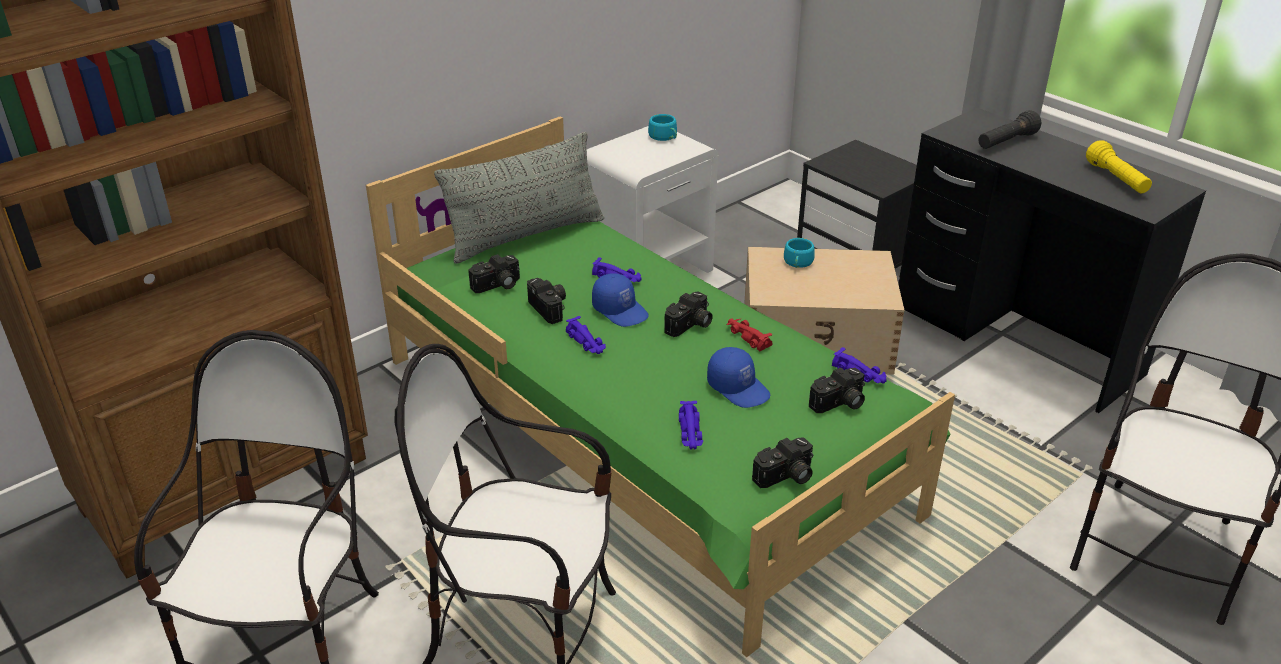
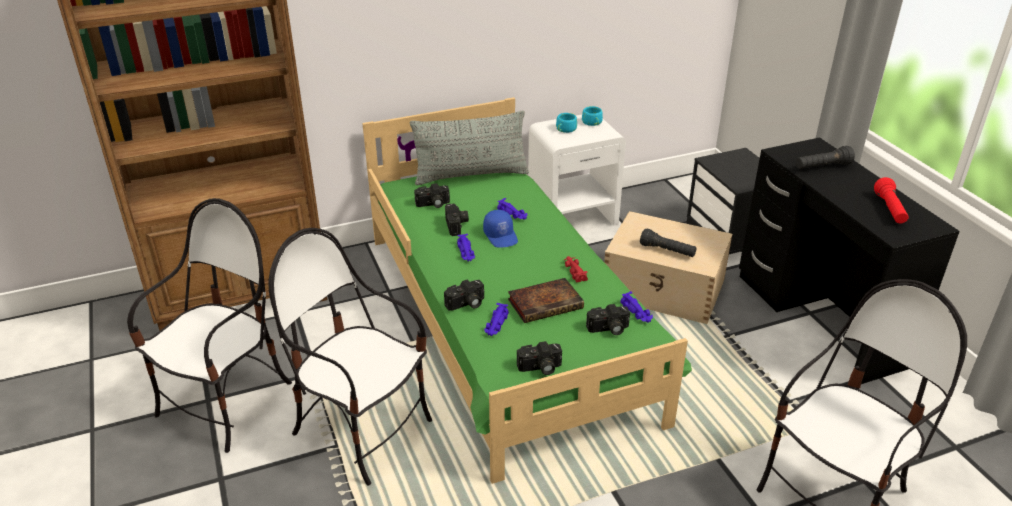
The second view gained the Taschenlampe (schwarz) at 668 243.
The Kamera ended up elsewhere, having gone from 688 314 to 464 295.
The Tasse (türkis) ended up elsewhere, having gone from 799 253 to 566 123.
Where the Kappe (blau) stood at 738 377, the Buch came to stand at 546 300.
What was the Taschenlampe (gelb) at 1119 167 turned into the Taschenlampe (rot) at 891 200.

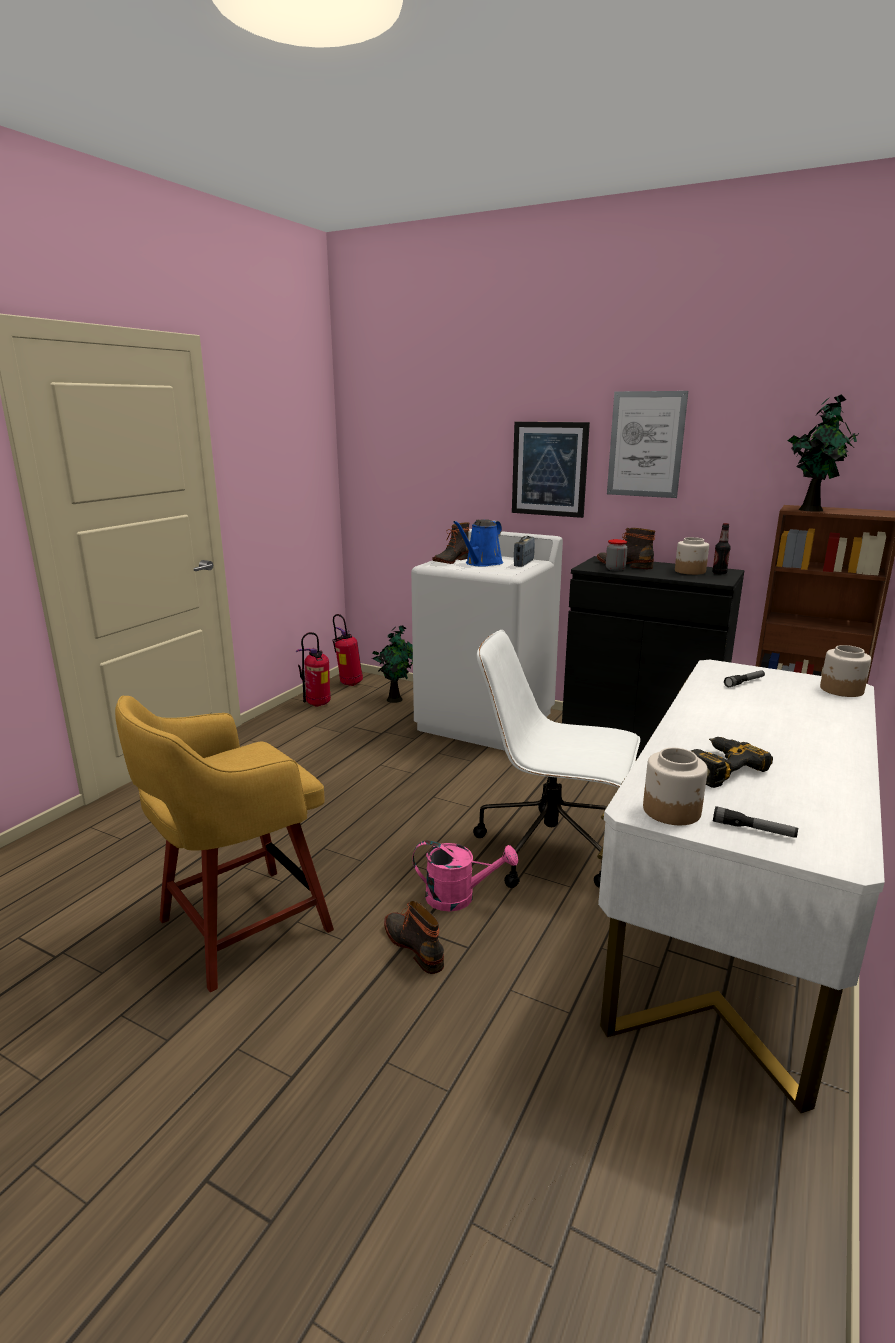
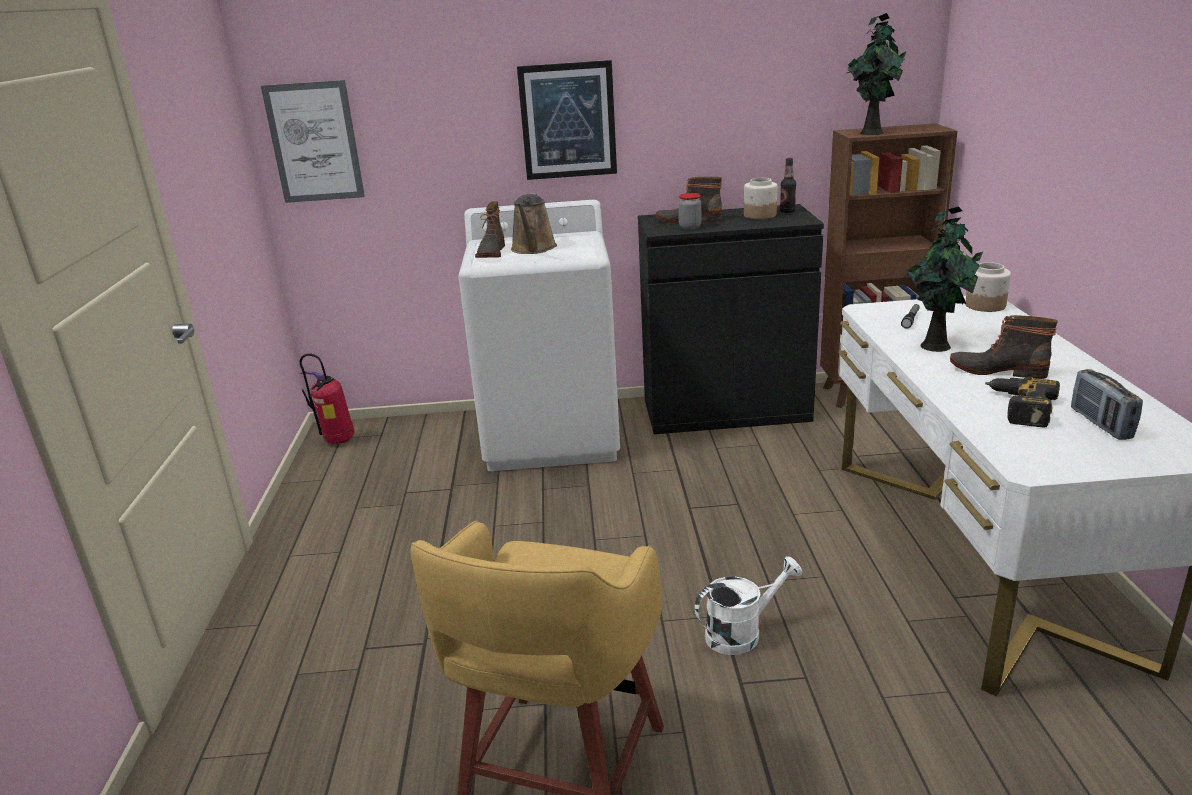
The second view lost the Feuerlöscher at 313 669.
The second view lost the Bürostuhl (weiß) at 556 759.
The second view lost the Vorratsglas at 675 786.
The second view lost the Taschenlampe at 755 822.
The Topfpflanze ended up elsewhere, having gone from 392 664 to 943 279.
The Stiefel ended up elsewhere, having gone from 414 937 to 1004 347.
The Radio ended up elsewhere, having gone from 524 551 to 1107 404.
The Bild ended up elsewhere, having gone from 647 444 to 313 141.
What was the Gießkanne (rosa) at 465 876 turned into the Gießkanne (weiß) at 748 605.
What was the Gießkanne (blau) at 478 543 turned into the Gießkanne (braun) at 534 223.

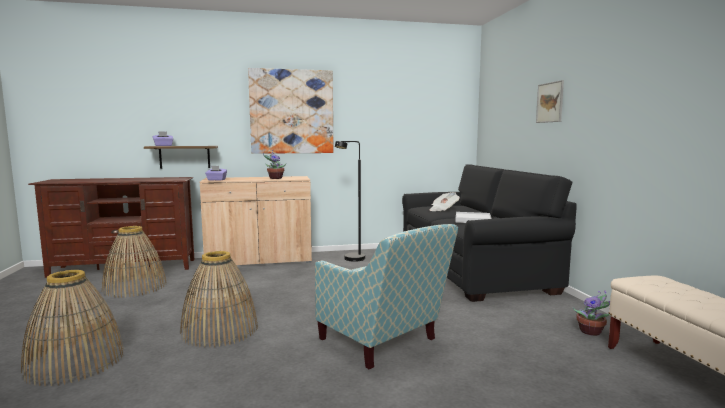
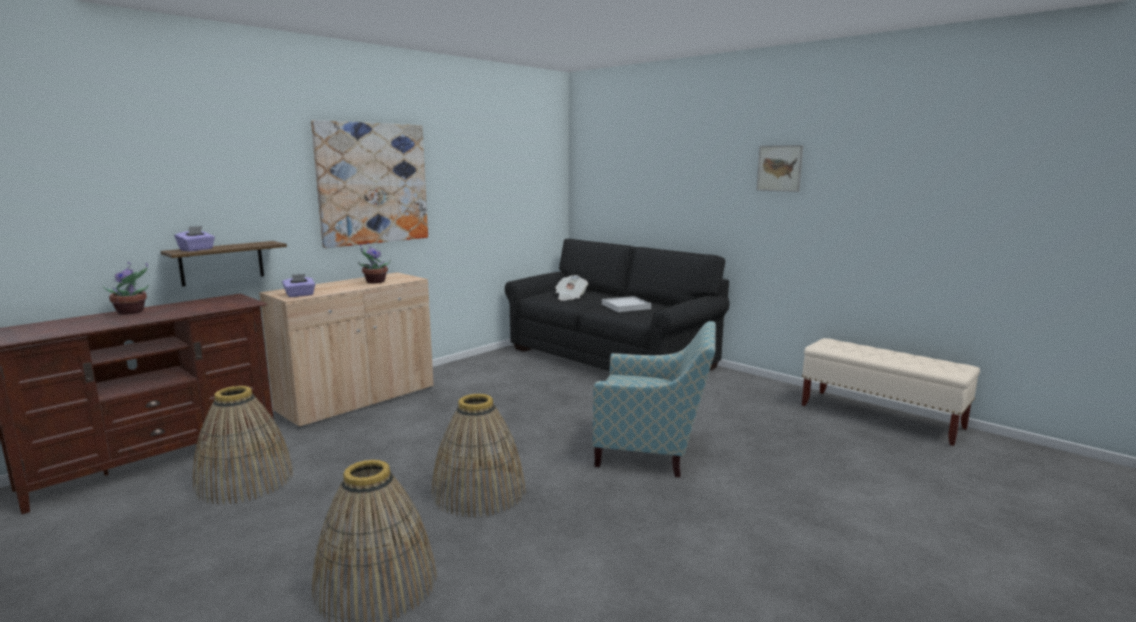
The second view lost the Stehlampe (schwarz) at 350 201.
The Bild ended up elsewhere, having gone from 550 101 to 780 168.
The Topfpflanze ended up elsewhere, having gone from 591 313 to 126 288.

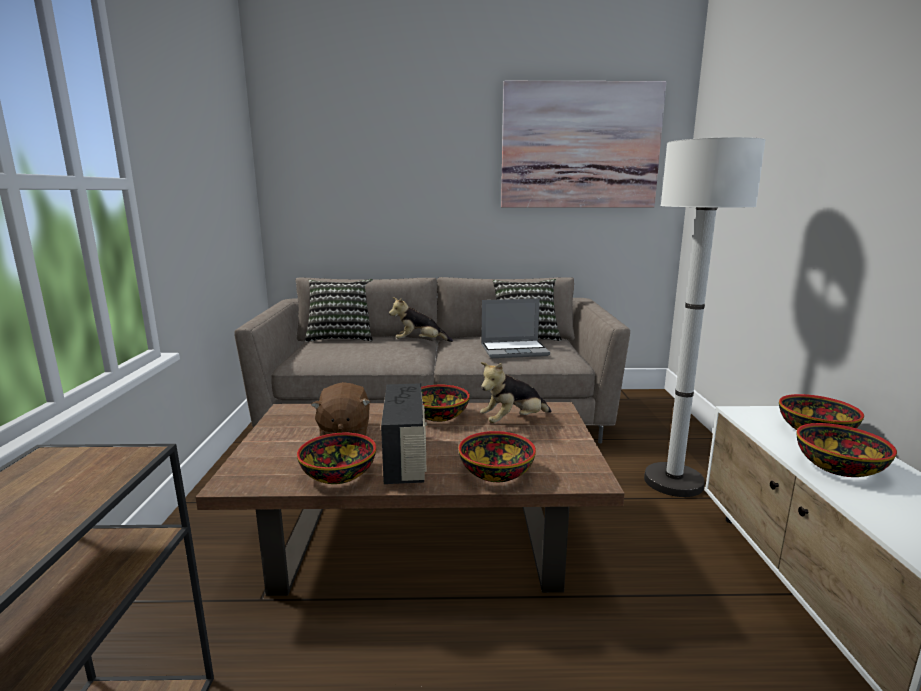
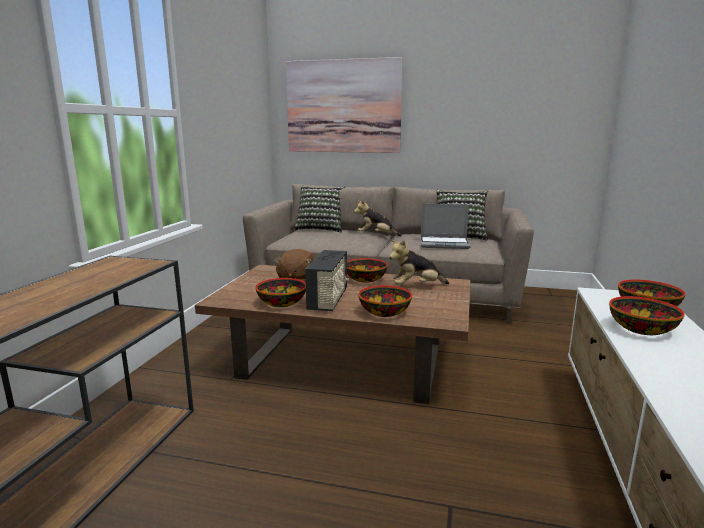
The second view lost the Stehlampe (weiß) at 705 317.
The Bild ended up elsewhere, having gone from 584 144 to 344 105.

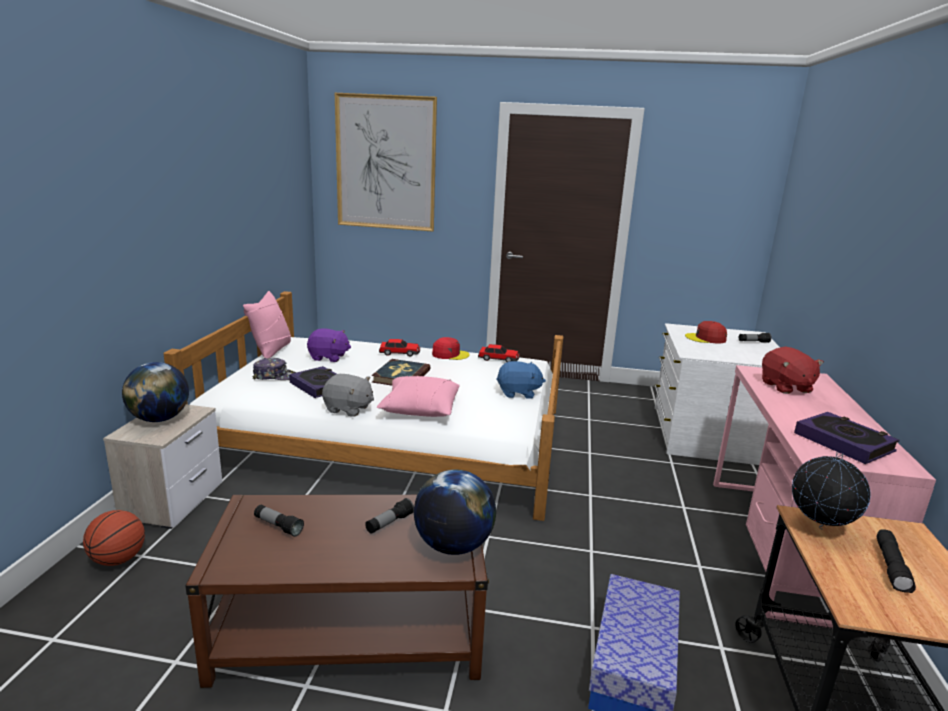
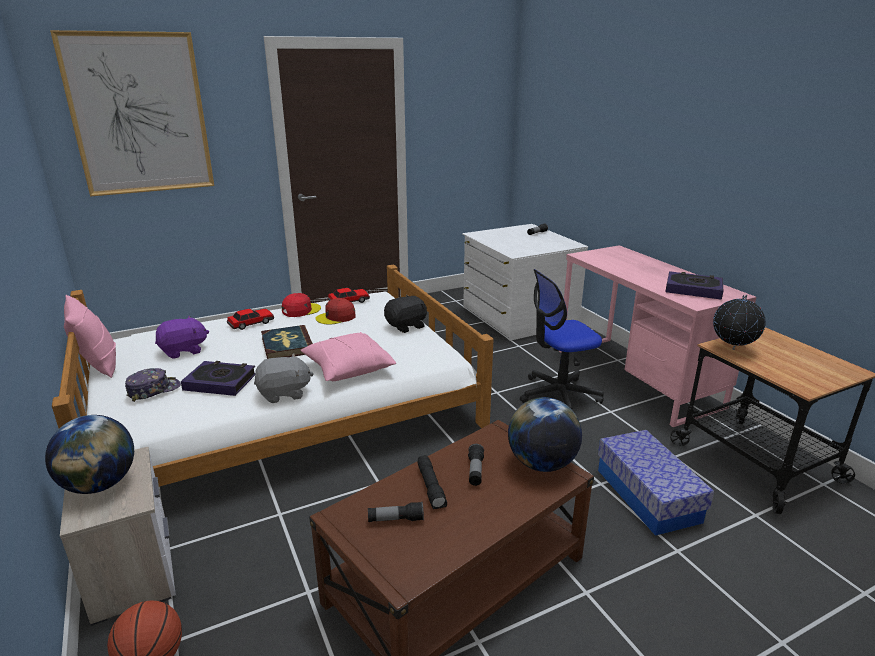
The second view lost the Plüschtier (rot) at 793 370.
The second view gained the Bürostuhl at 562 339.
The Kappe (rot) ended up elsewhere, having gone from 706 332 to 335 311.
The Taschenlampe (schwarz) ended up elsewhere, having gone from 896 561 to 432 482.
What was the Plüschtier (blau) at 521 380 turned into the Plüschtier (schwarz) at 405 314.

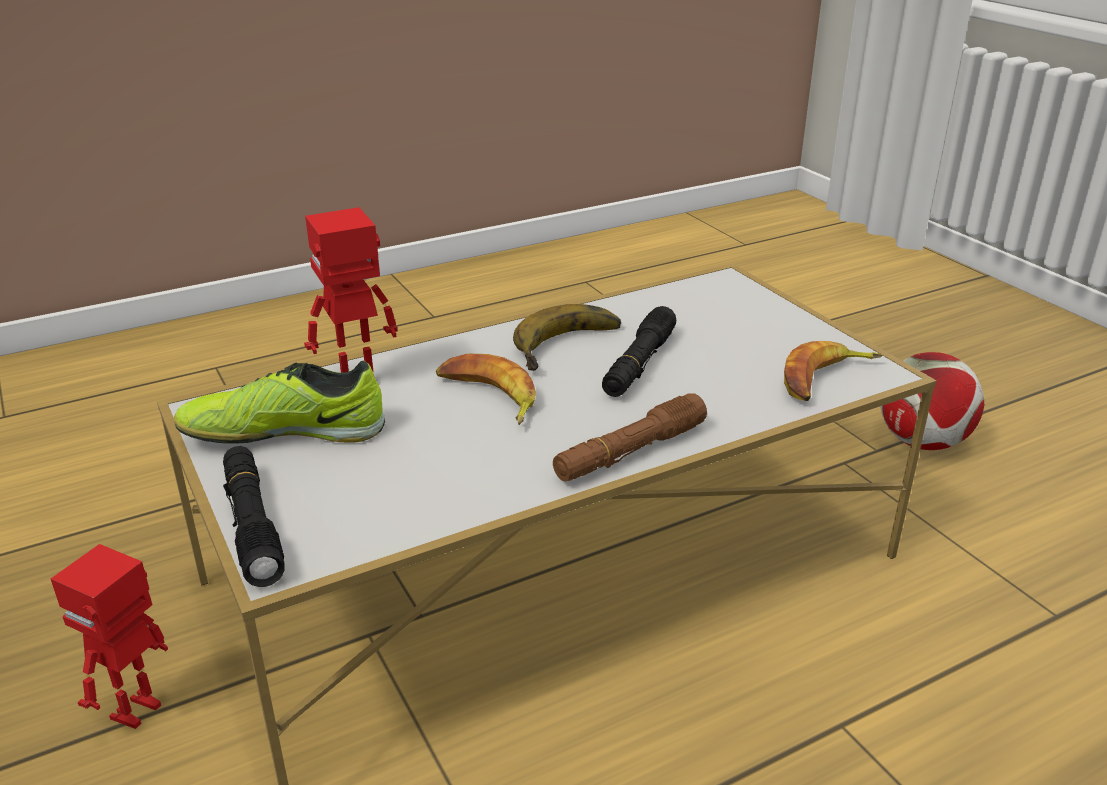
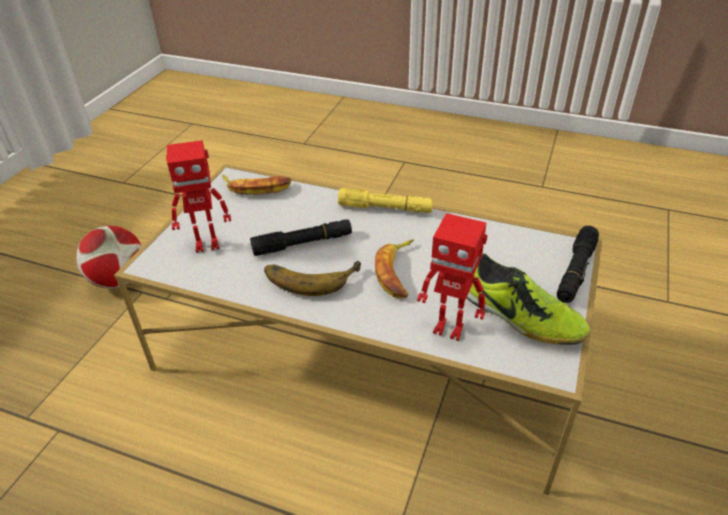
The Spielzeugroboter ended up elsewhere, having gone from 109 636 to 198 196.
What was the Taschenlampe (braun) at 630 437 turned into the Taschenlampe (gelb) at 385 200.

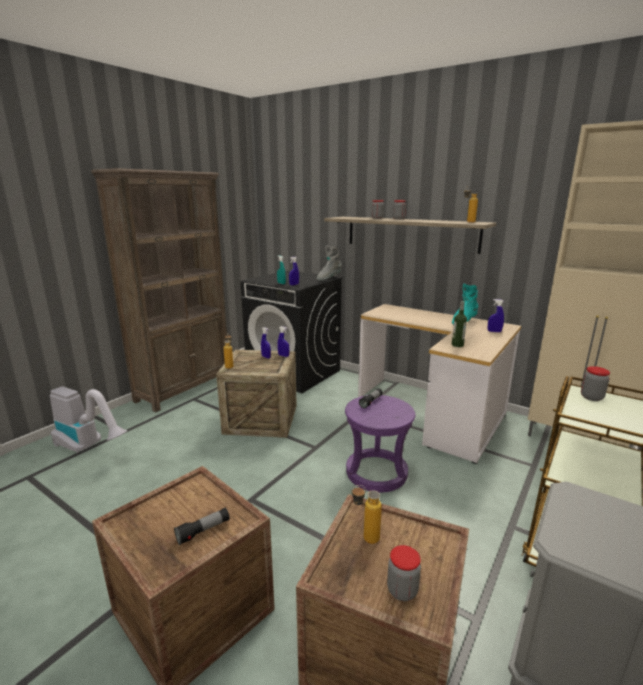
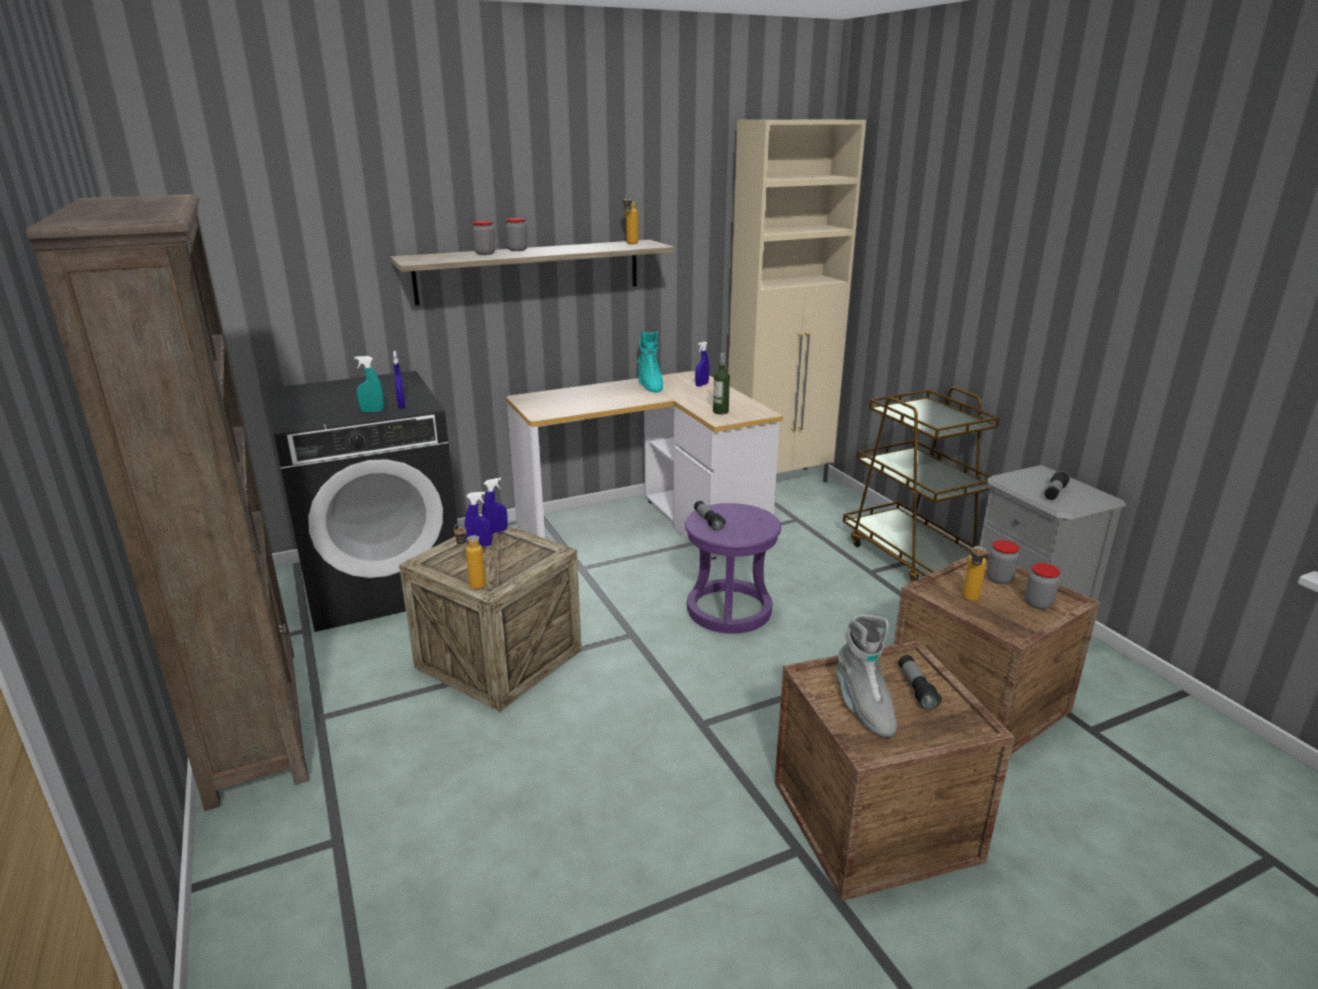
The second view lost the Staubsauger at 88 419.
The second view gained the Taschenlampe at 1057 485.
The Stiefel (grau) ended up elsewhere, having gone from 329 263 to 867 676.
The Vorratsglas ended up elsewhere, having gone from 595 383 to 1002 562.

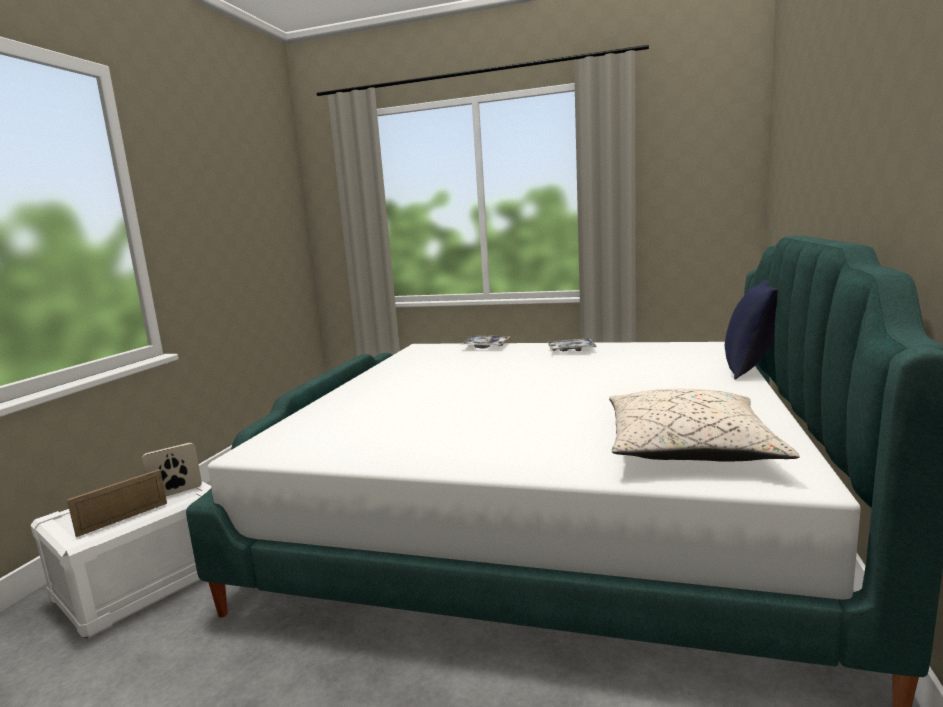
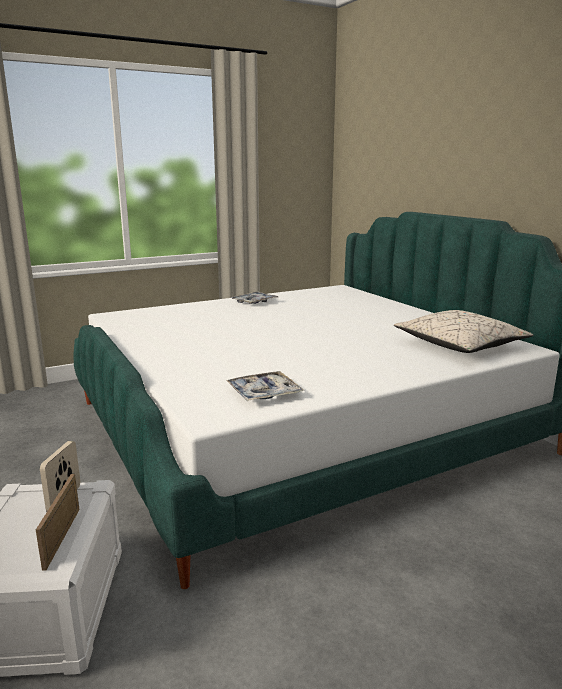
The second view lost the Kissen (blau) at 751 330.
The Tablett ended up elsewhere, having gone from 485 341 to 265 386.

